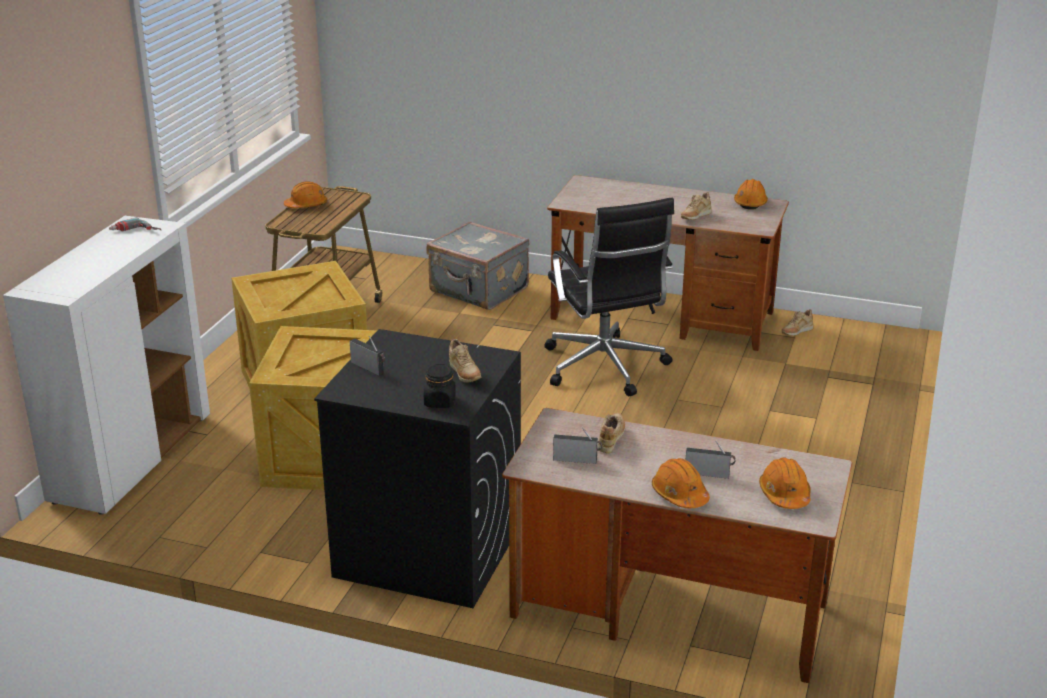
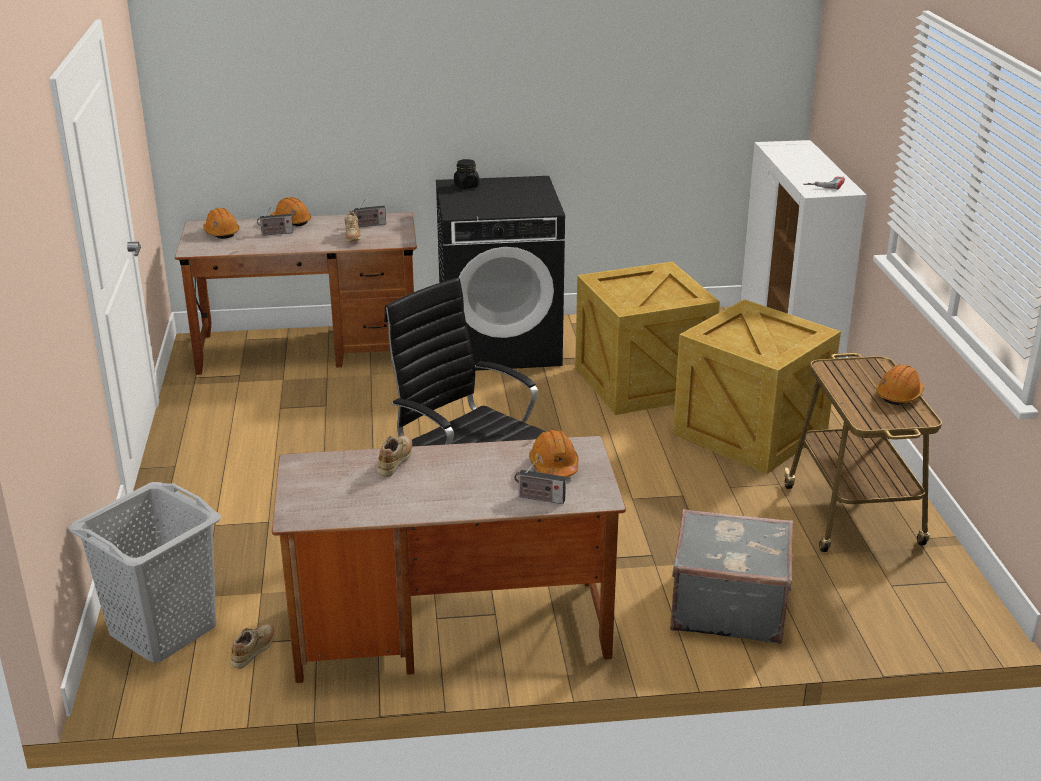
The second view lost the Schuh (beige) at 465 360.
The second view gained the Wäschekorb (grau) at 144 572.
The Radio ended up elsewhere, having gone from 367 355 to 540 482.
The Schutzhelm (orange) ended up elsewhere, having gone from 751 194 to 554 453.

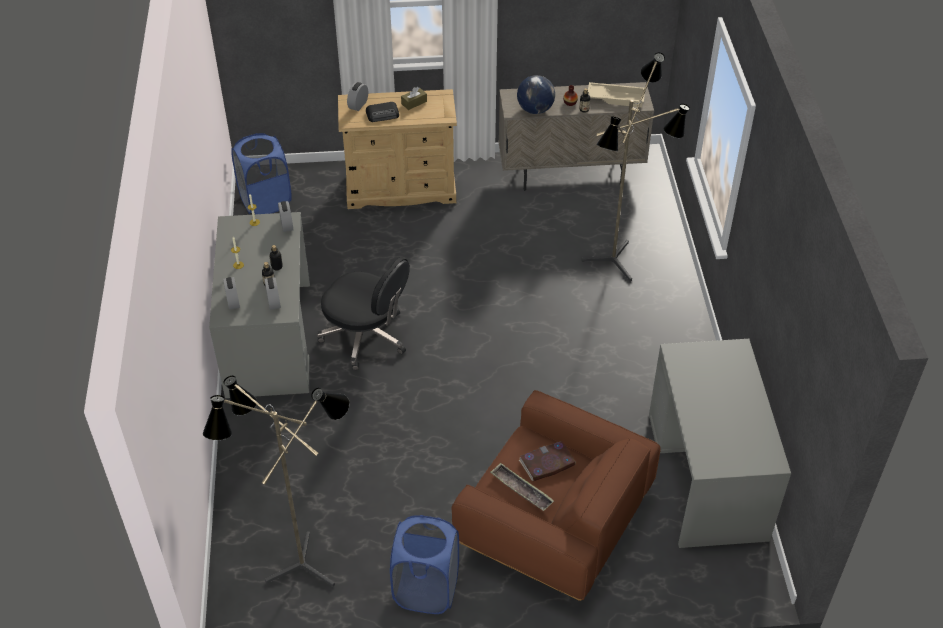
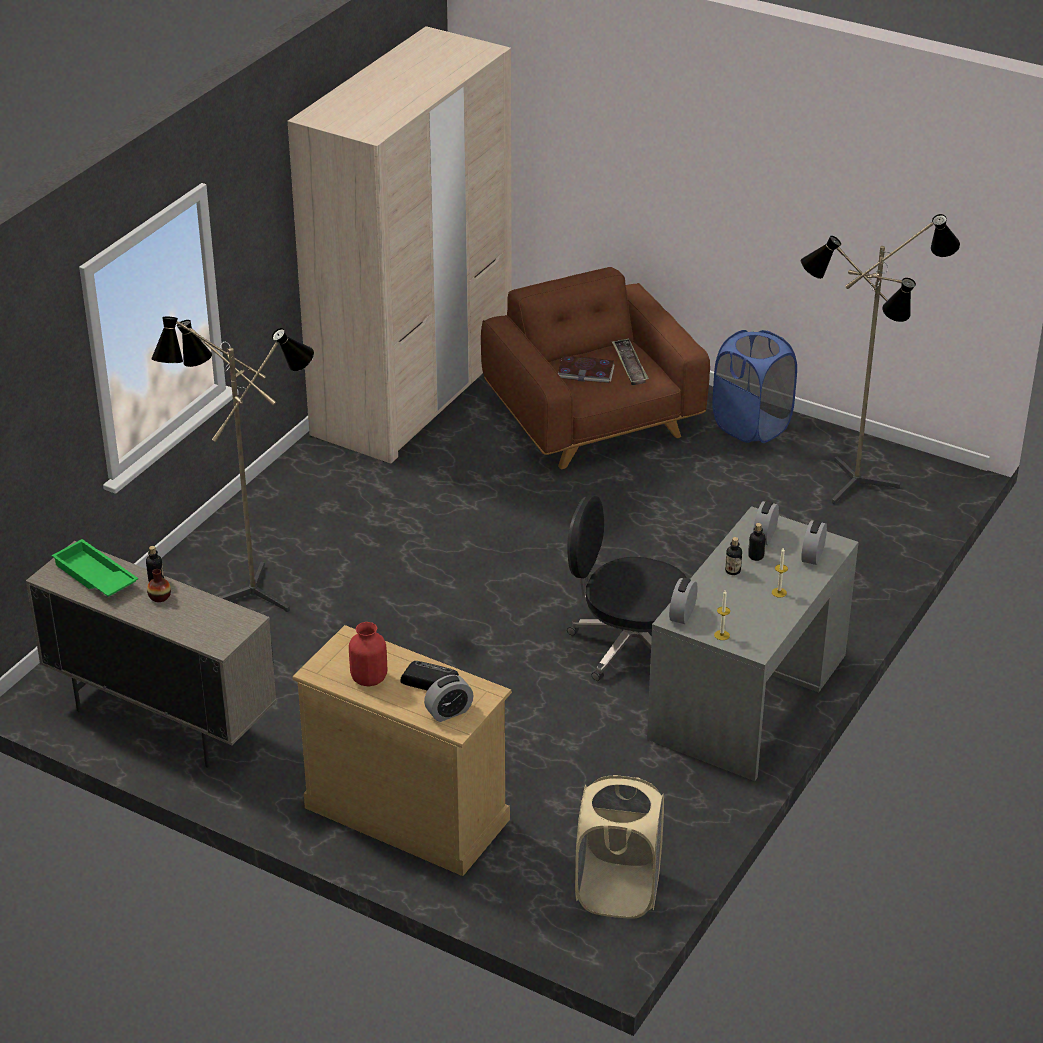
The second view lost the Globus at 536 94.
Where the Taschentuchbox (braun) stood at 414 98, the Vase (rot) came to stand at 368 654.
Where the Schreibtisch (grau) stood at 720 443, the Kleiderschrank (beige) came to stand at 400 244.
What was the Wäschekorb (blau) at 261 173 turned into the Wäschekorb (beige) at 619 847.
What was the Tablett (beige) at 616 94 turned into the Tablett (grün) at 95 568.
The Bürostuhl (schwarz) at 363 313 ended up facing another way, 45 degrees counterclockwise from before.

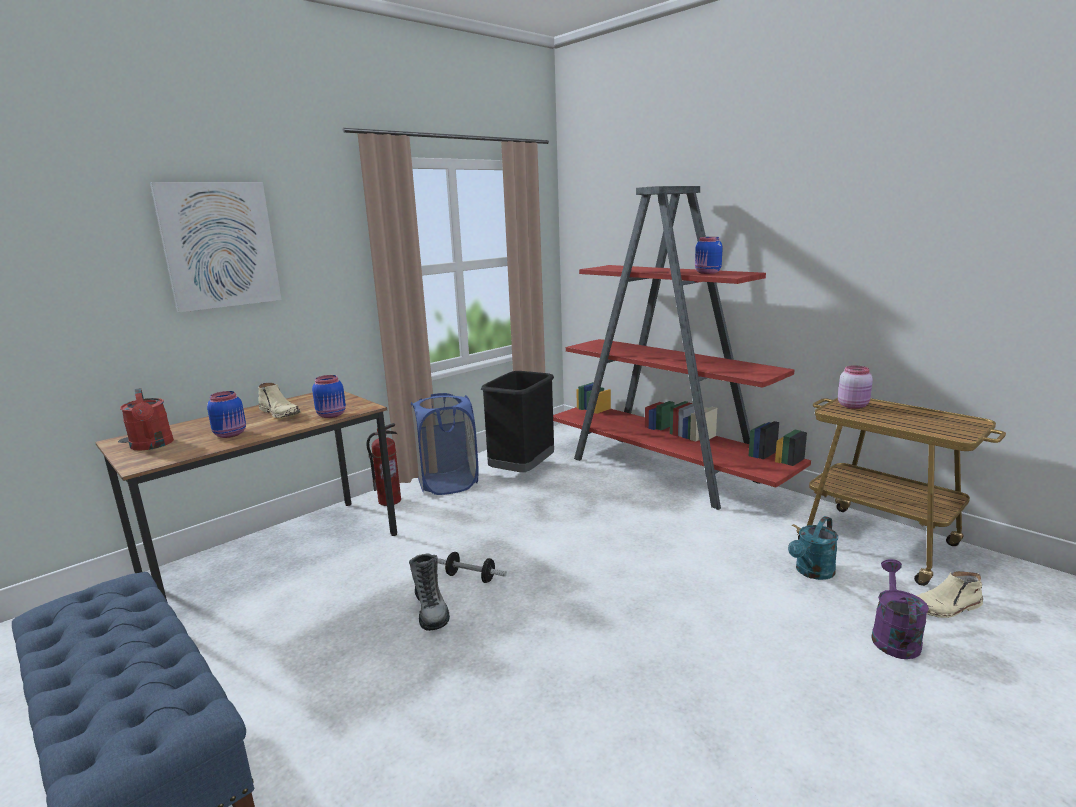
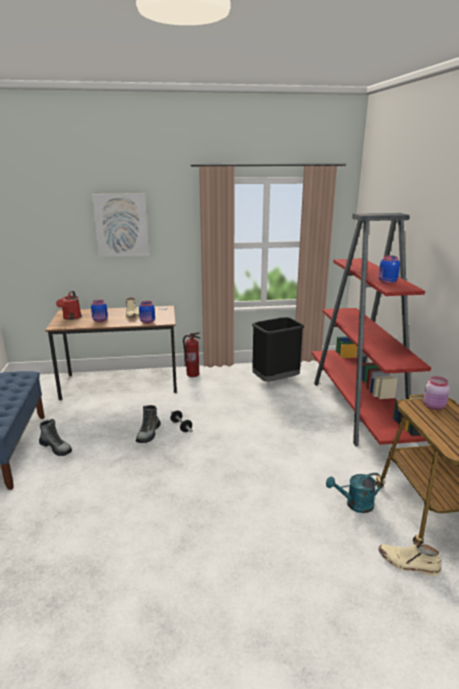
The second view lost the Wäschekorb (blau) at 445 444.
The second view lost the Gießkanne (lila) at 900 609.
The second view gained the Stiefel at 55 437.

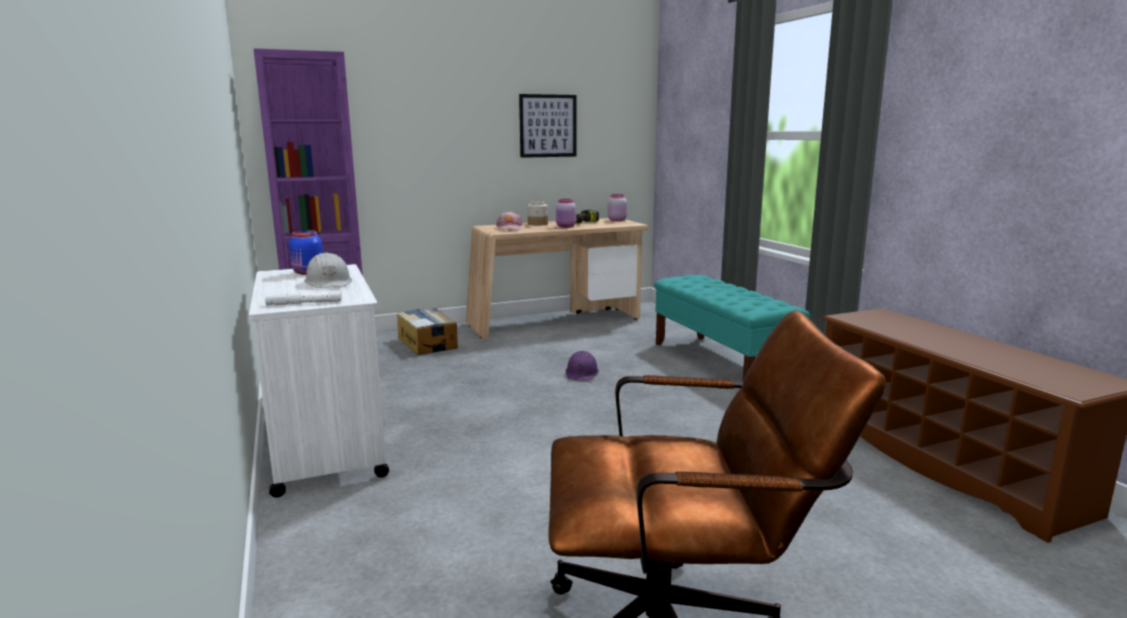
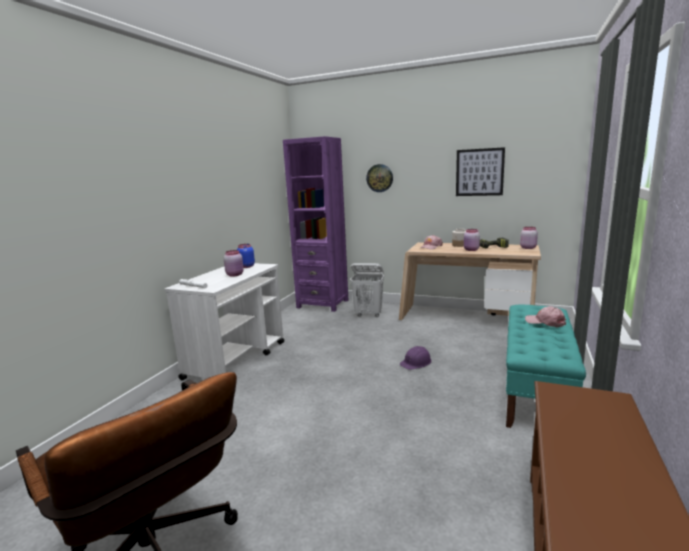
The second view gained the Wanduhr at 379 178.
The second view gained the Kappe (rosa) at 545 316.
Where the Schutzhelm (weiß) stood at 328 270, the Vorratsglas (rosa) came to stand at 234 263.
Where the Karton stood at 427 331, the Wäschekorb (weiß) came to stand at 367 290.

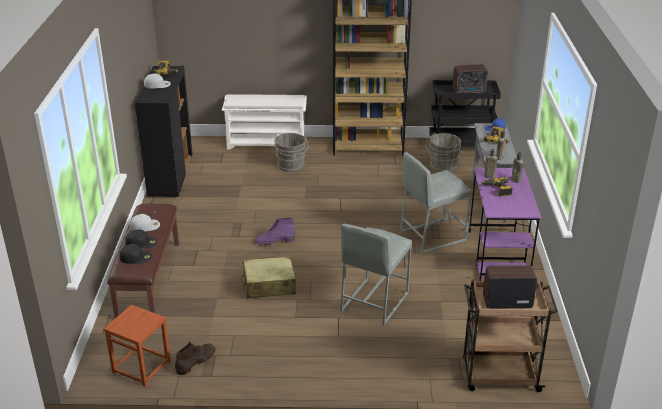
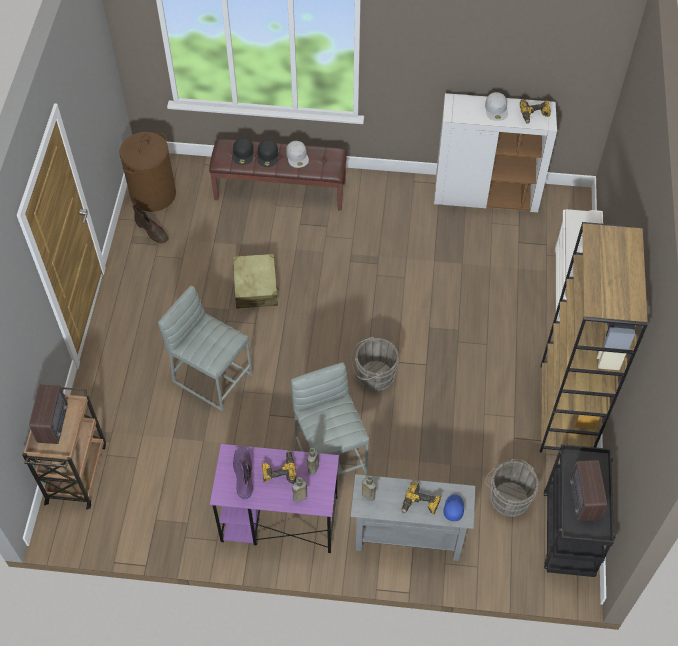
The Stiefel (lila) ended up elsewhere, having gone from 274 231 to 243 473.
The Eimer (grau) ended up elsewhere, having gone from 291 152 to 375 364.
Where the Hocker (braun) stood at 137 346, the Wäschekorb (braun) came to stand at 147 172.
What was the Schrank (schwarz) at 164 132 turned into the Schrank (weiß) at 495 153.

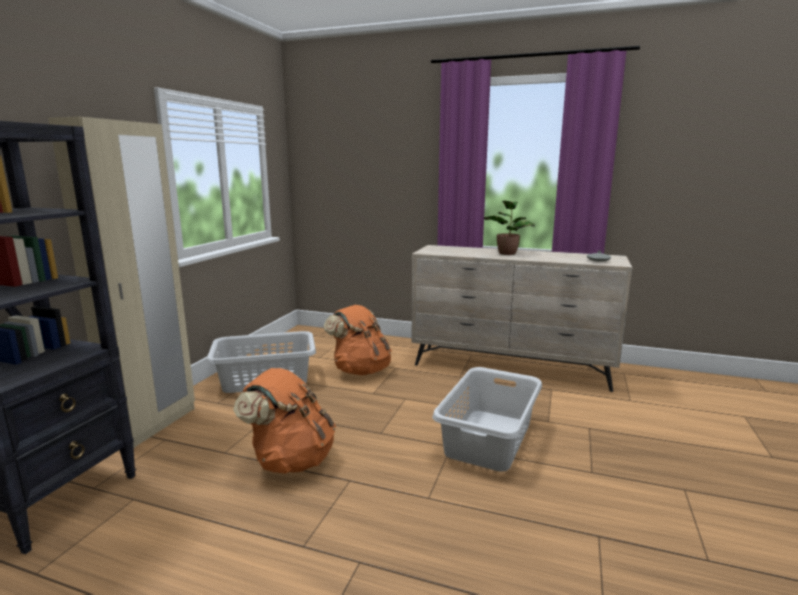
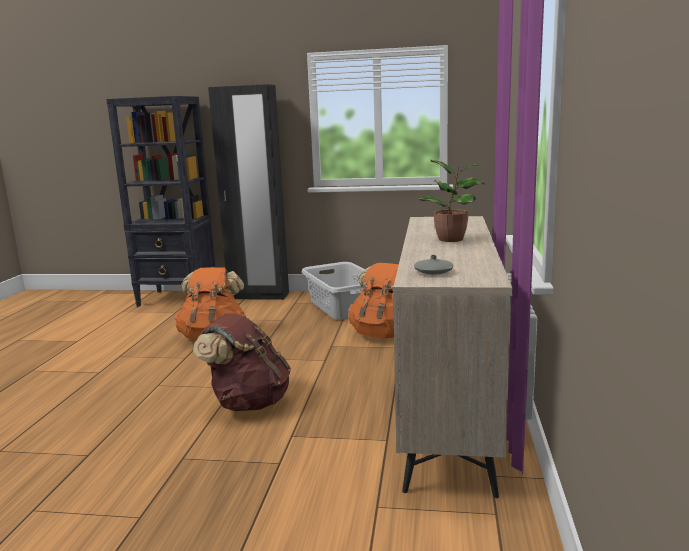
Where the Wäschekorb (grau) stood at 487 419, the Rucksack (braun) came to stand at 242 362.
What was the Kleiderschrank (beige) at 121 282 turned into the Kleiderschrank (schwarz) at 248 192.

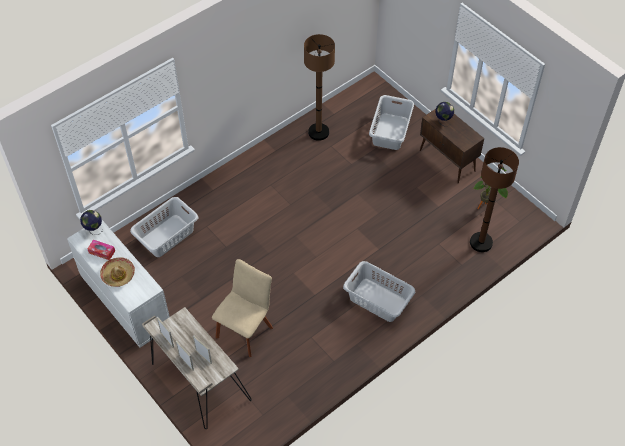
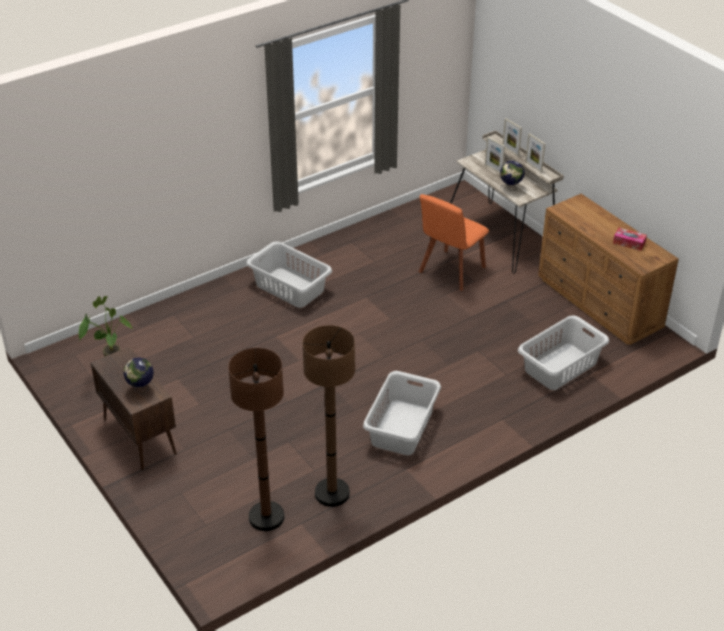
The second view lost the Hut at 117 272.
The Globus ended up elsewhere, having gone from 91 222 to 512 175.
The Wäschekorb (grau) ended up elsewhere, having gone from 391 122 to 402 413.
The Stehlampe (braun) ended up elsewhere, having gone from 494 199 to 256 439.
What was the Kommode (weiß) at 118 284 turned into the Kommode (braun) at 608 269.
What was the Stuhl (beige) at 242 308 turned into the Stuhl (orange) at 454 242.

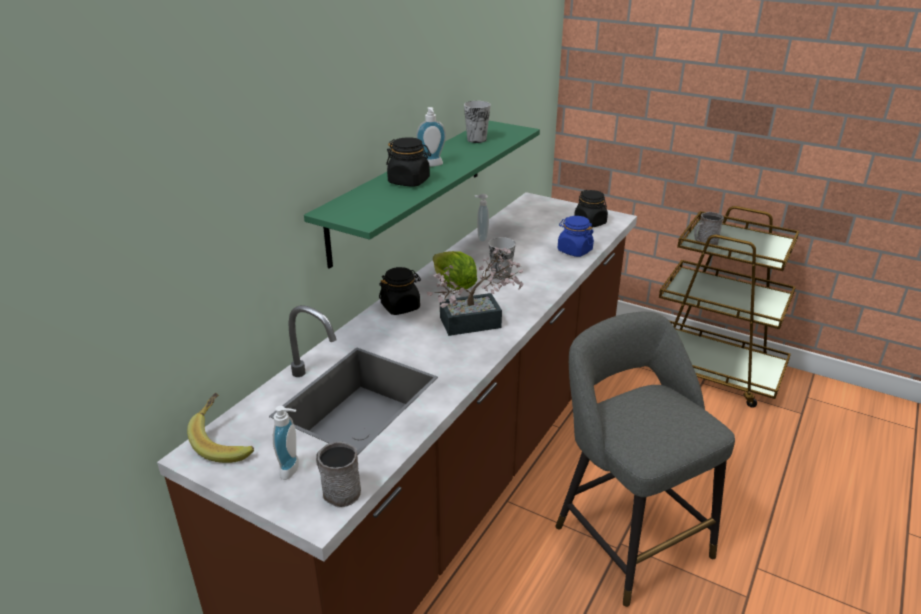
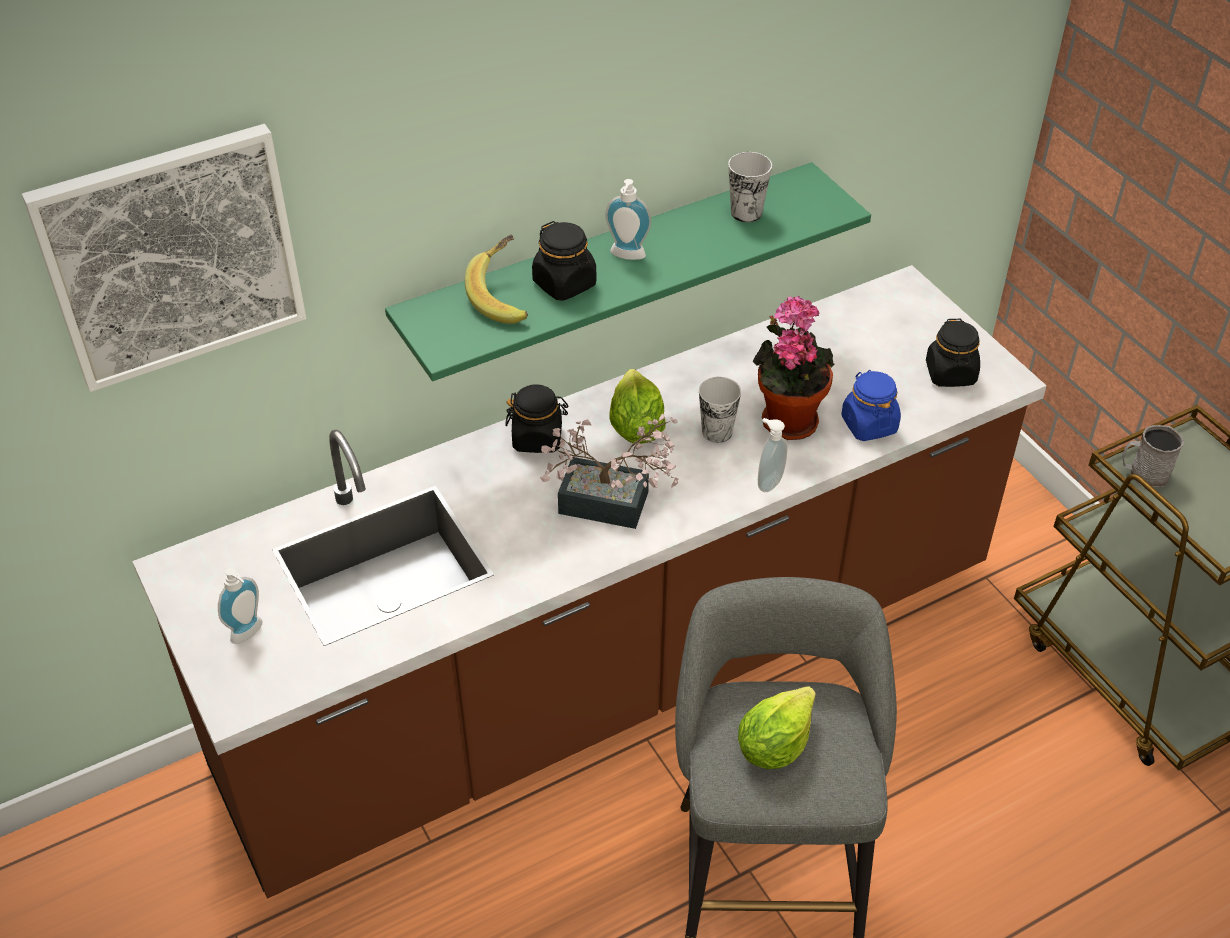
The second view lost the Henkelbecher (grau) at 338 474.
The second view gained the Bild at 164 258.
The second view gained the Salatkopf at 777 727.
The second view gained the Topfpflanze at 793 368.
The Banane ended up elsewhere, having gone from 220 428 to 496 279.
The Seifenspender ended up elsewhere, having gone from 482 218 to 773 455.

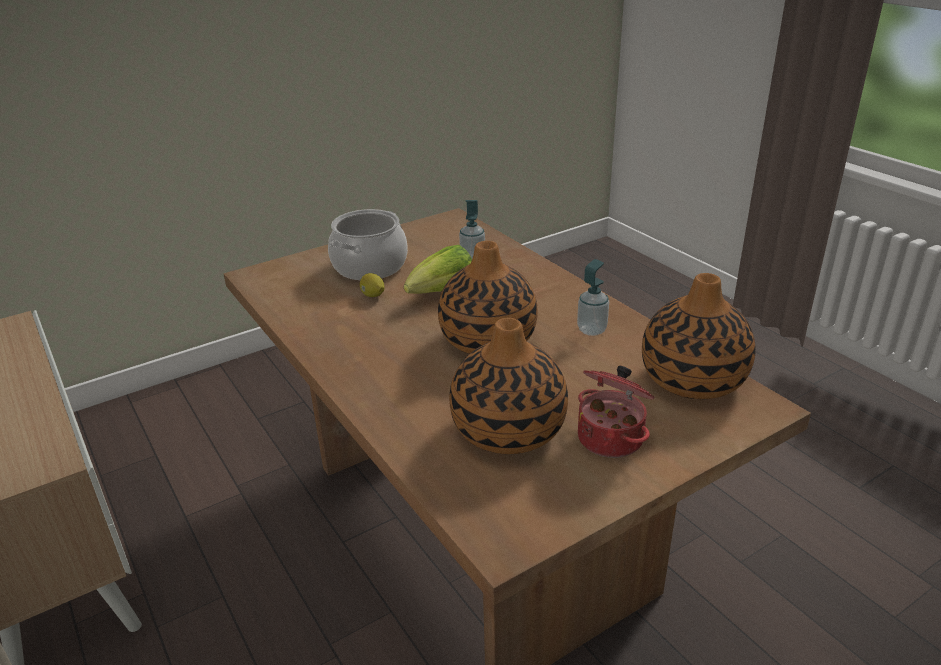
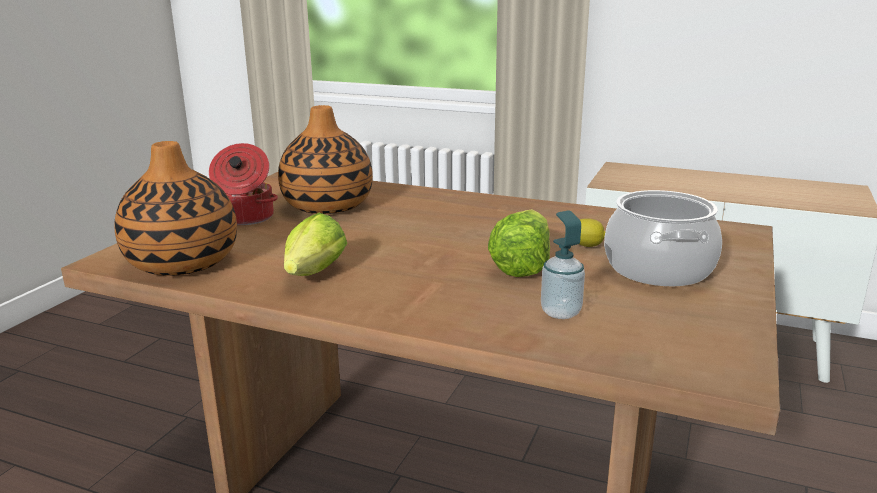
The second view lost the Vase at 488 297.
Where the Seifenspender stood at 593 297, the Salatkopf came to stand at 315 244.

